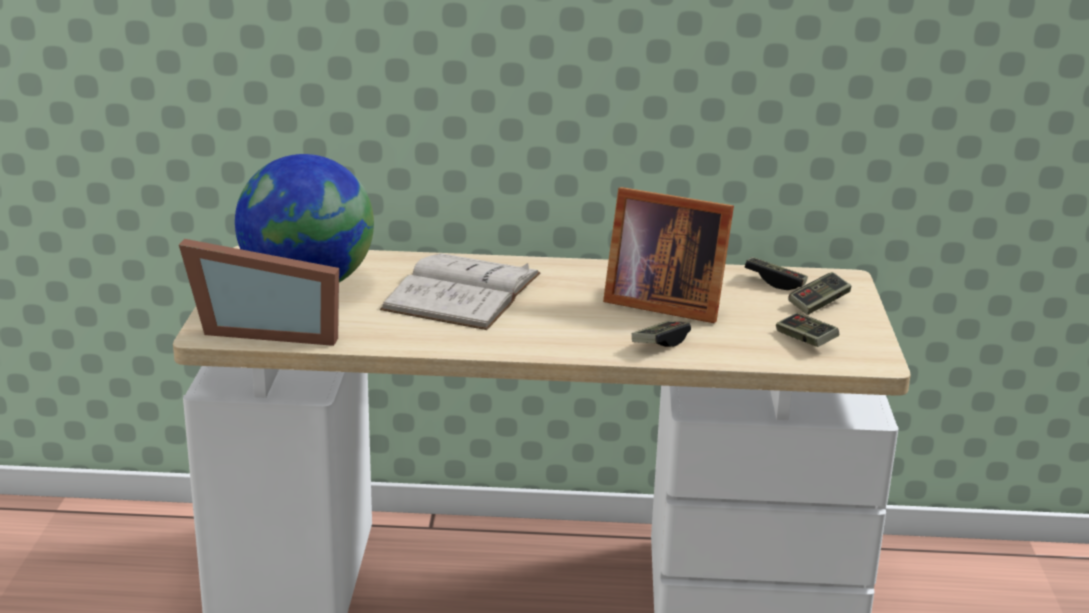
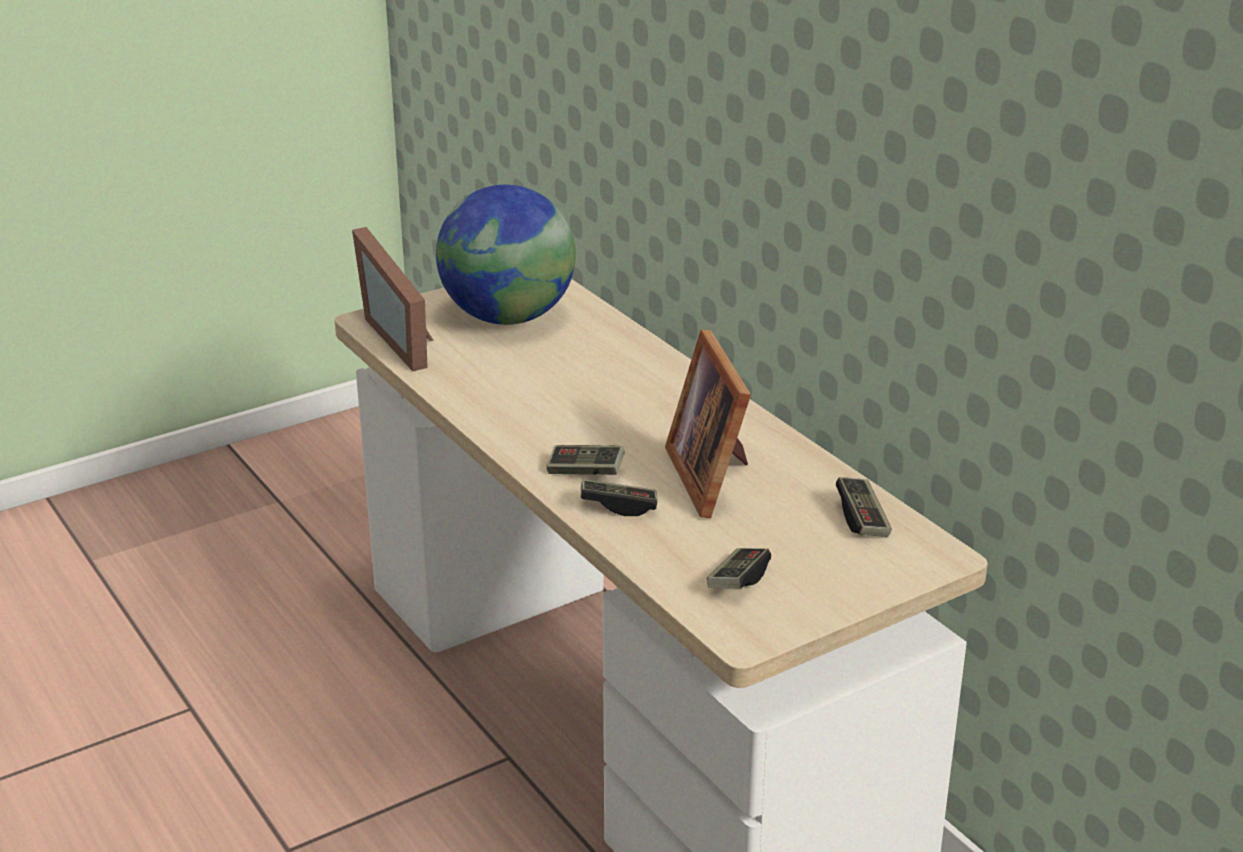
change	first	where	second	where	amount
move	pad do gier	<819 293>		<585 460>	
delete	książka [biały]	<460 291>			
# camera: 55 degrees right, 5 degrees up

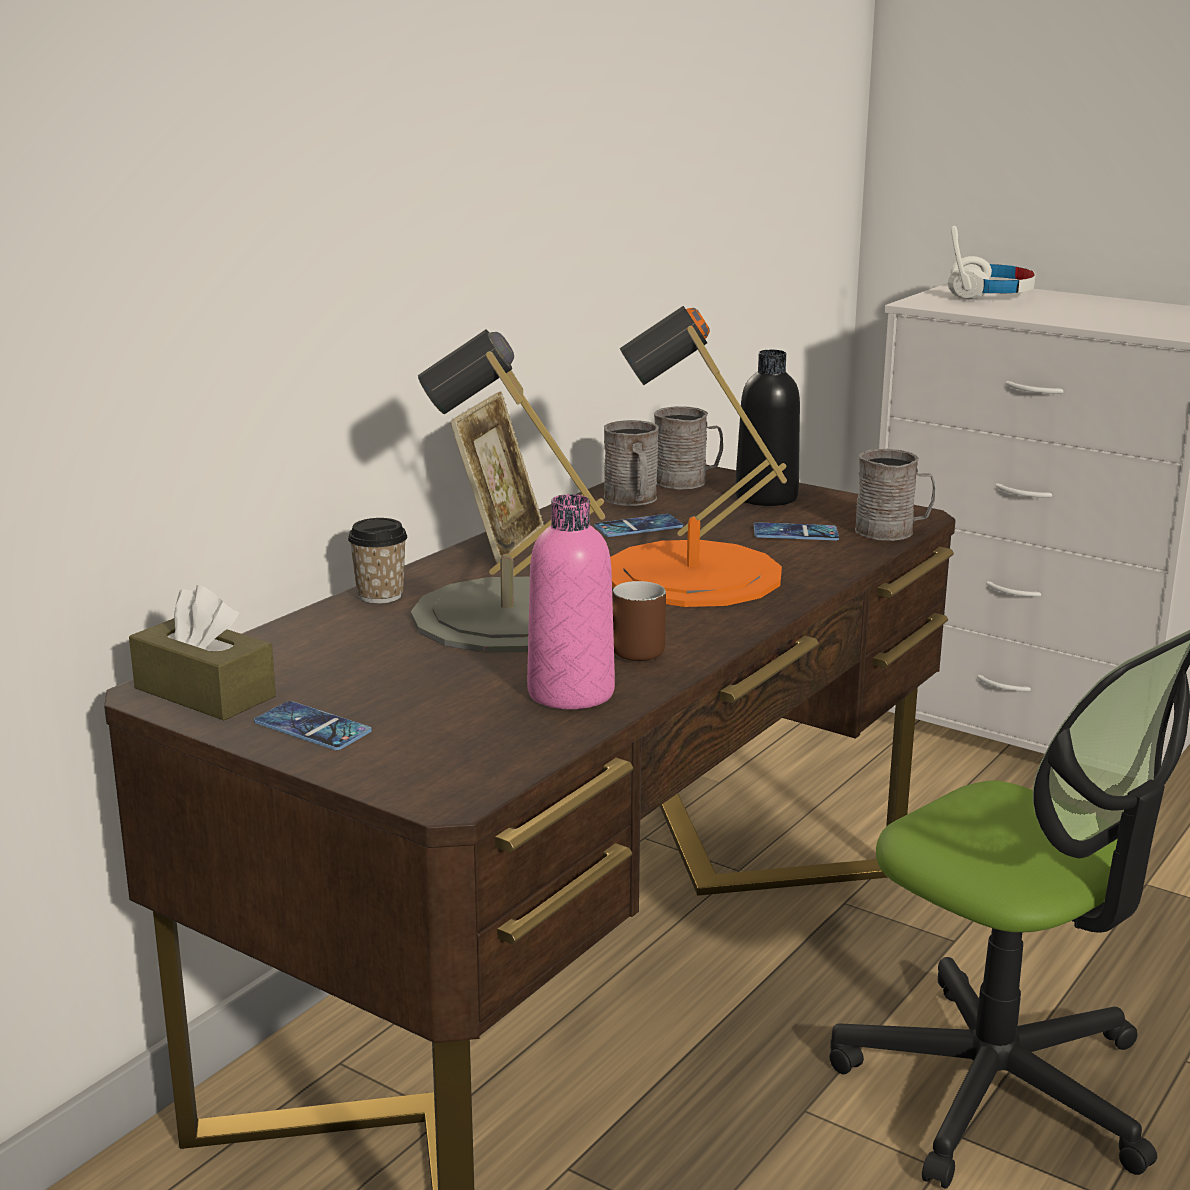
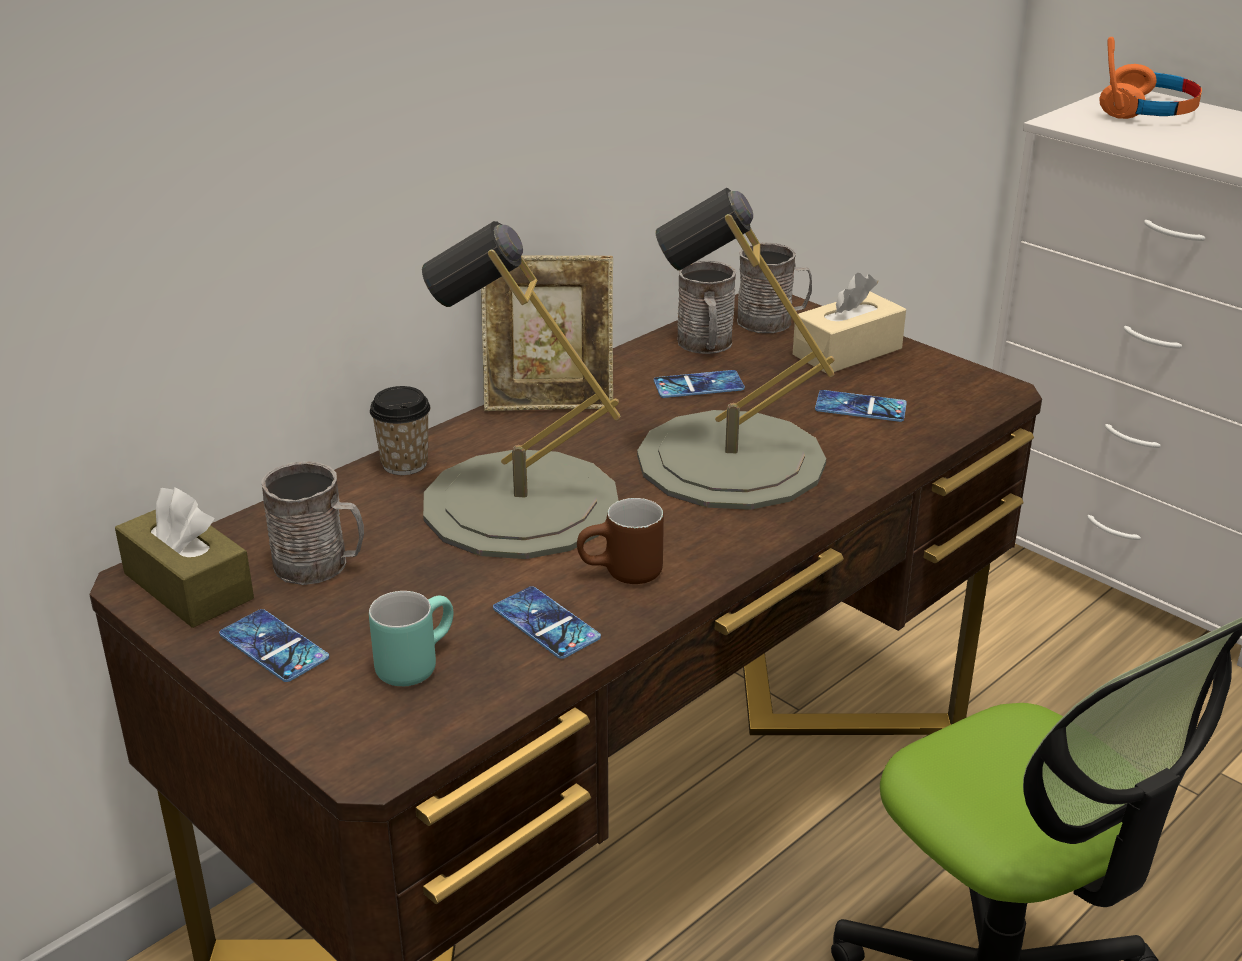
change	first	where	second	where	amount
move	kubek [szary]	<895 495>		<312 523>	
insert			kubek [turkusowy]	<411 638>	
rotate	ramka na zdjęcie	<497 477>		<547 333>	60 degrees clockwise
replace	butelka [różowy]	<571 601>	telefon	<547 622>	
recolor	lampa stołowa [pomarańczowy]	<698 456>	lampa stołowa [szary]	<736 349>	
replace	butelka [czarny]	<767 428>	pudełko chusteczek [beżowy]	<849 323>	
recolor	słuchawki [biały]	<992 262>	słuchawki [pomarańczowy]	<1150 78>	
# camera: 10 degrees right, 10 degrees up

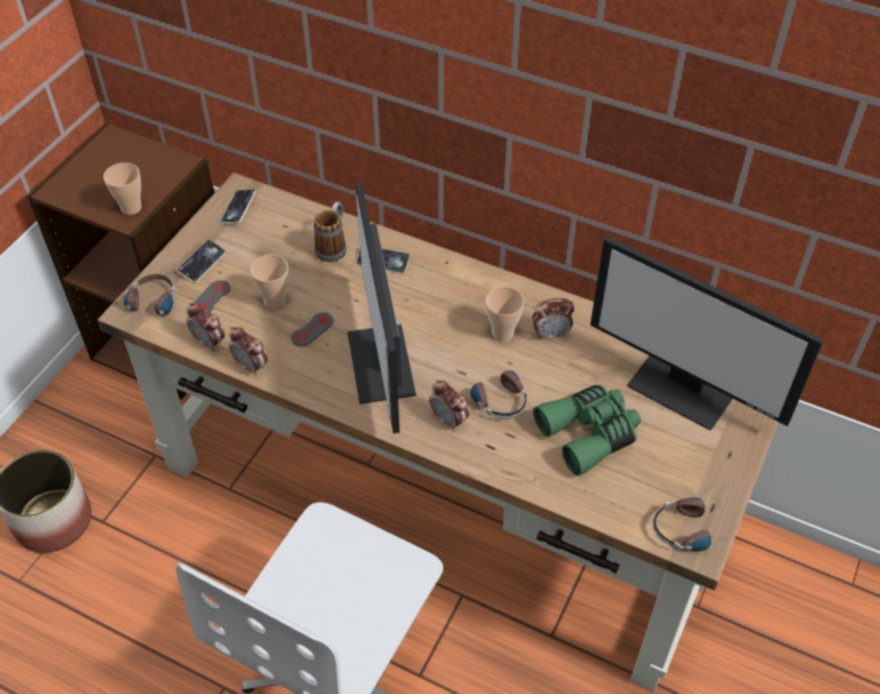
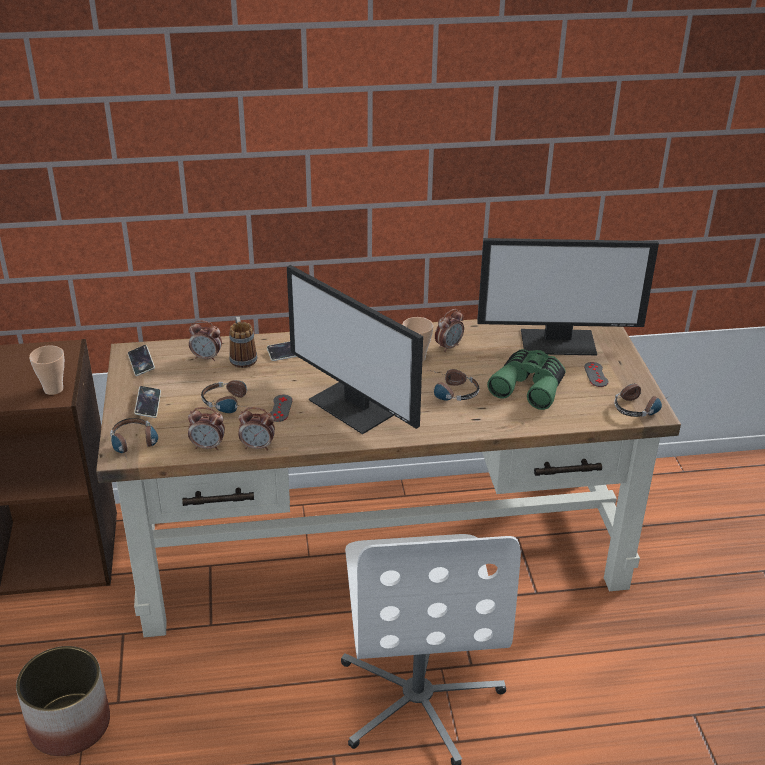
change	first	where	second	where	amount
move	budzik	<449 405>		<205 340>	
replace	filiżanka	<269 281>	słuchawki	<224 396>	
move	pad do gier [szary]	<212 296>		<596 374>	
# camera: 35 degrees left, 15 degrees down

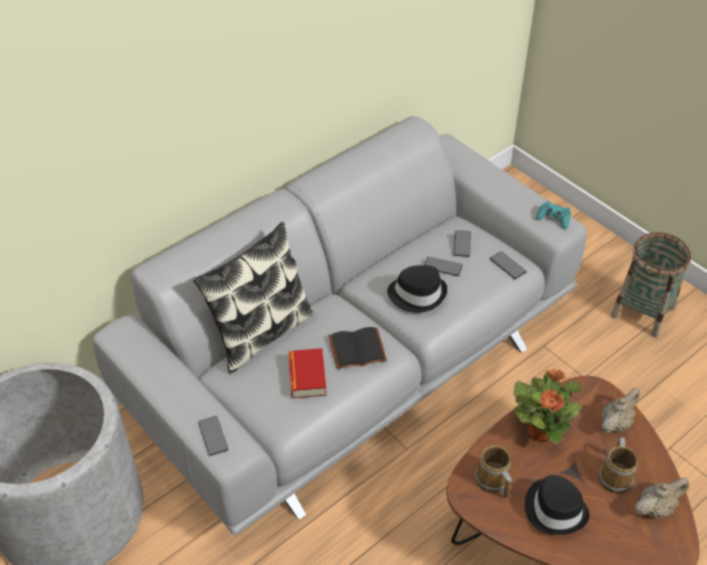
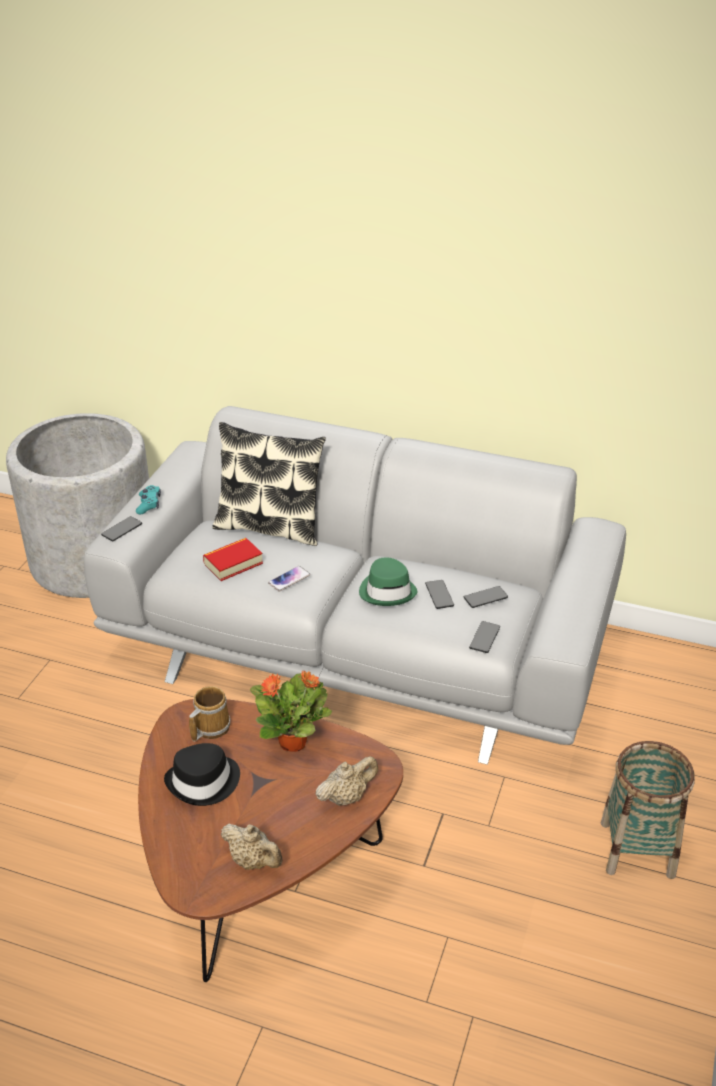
change	first	where	second	where	amount
move	pad do gier [turkusowy]	<553 215>		<148 499>	
replace	książka [czarny]	<358 348>	telefon	<289 579>	
rotate	imbryk [beżowy]	<620 410>		<347 781>	45 degrees counterclockwise
recolor	kapelusz [czarny]	<417 289>	kapelusz [zielony]	<388 581>	
delete	kubek	<618 465>			
# camera: 60 degrees right, 10 degrees down

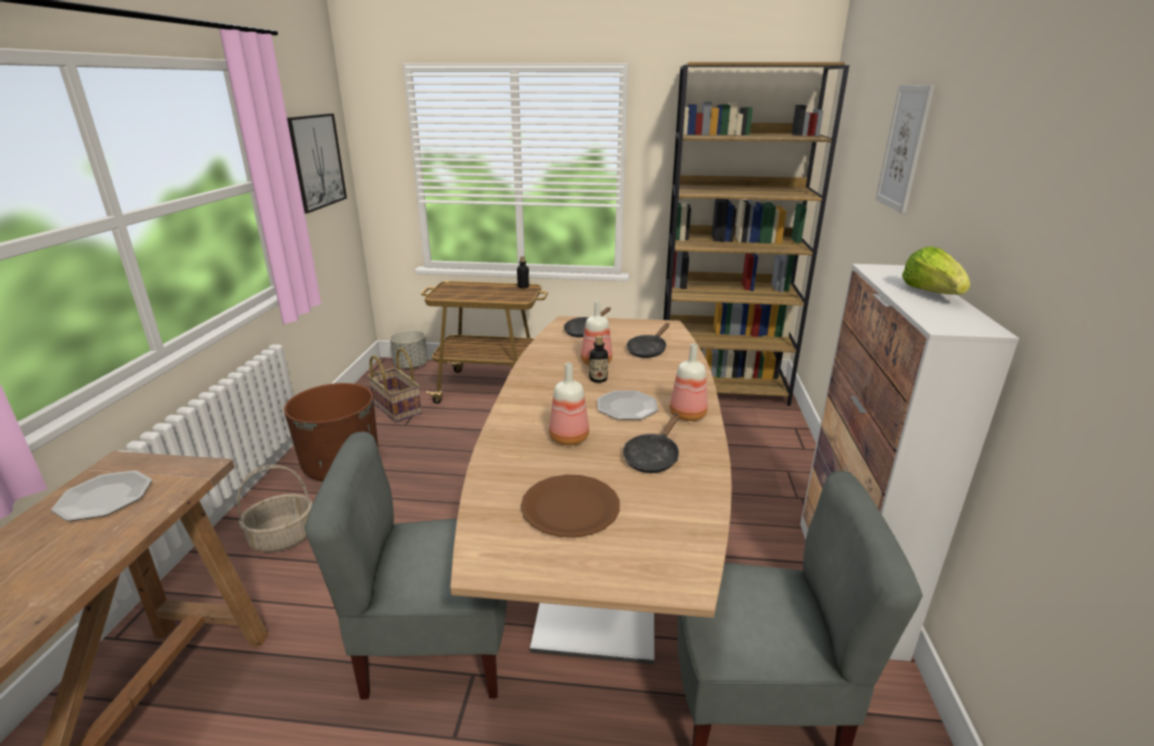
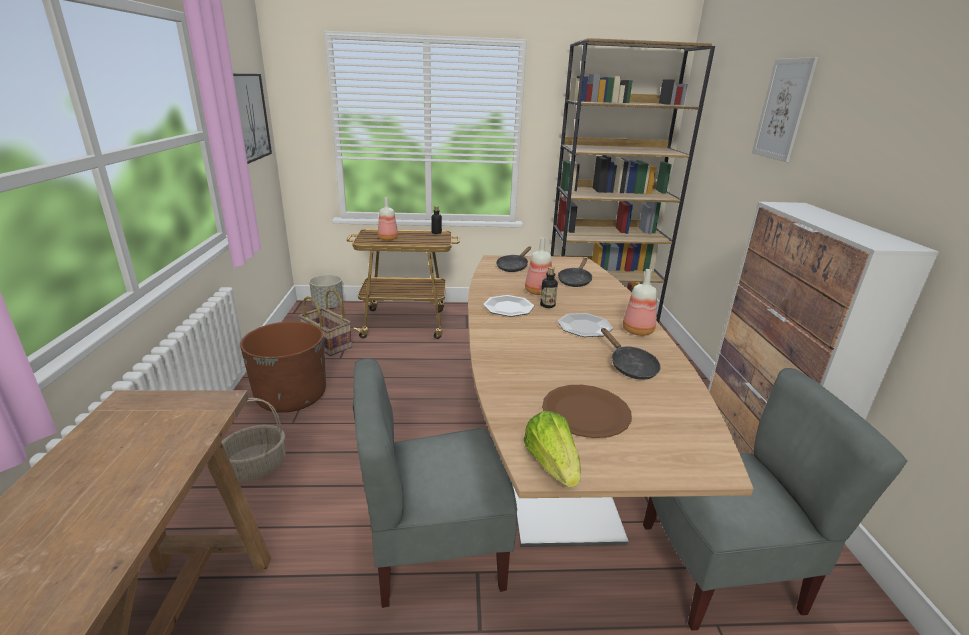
change	first	where	second	where	amount
move	butelka	<569 404>		<388 219>	
move	talerz	<101 496>		<508 306>	
move	sałata	<936 270>		<552 449>	
rotate	patelnia [czarny]	<651 443>		<631 354>	45 degrees counterclockwise
# camera: 10 degrees left, 0 degrees up

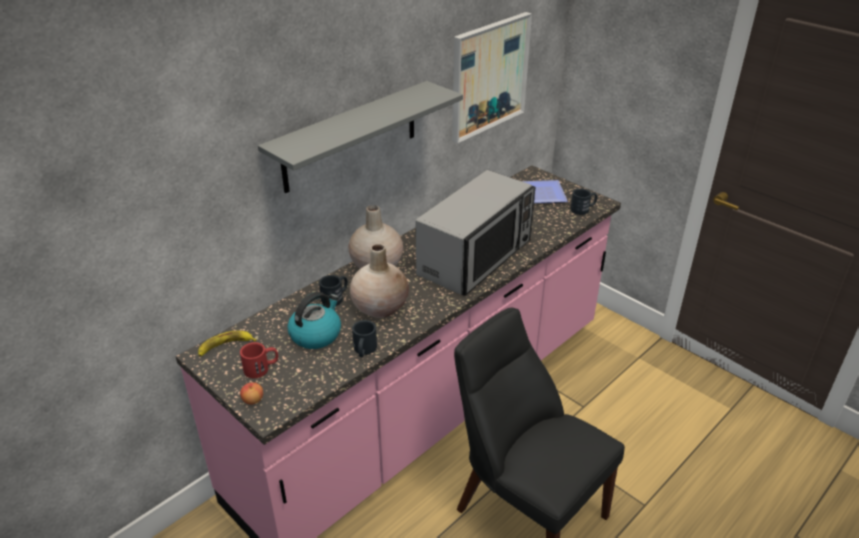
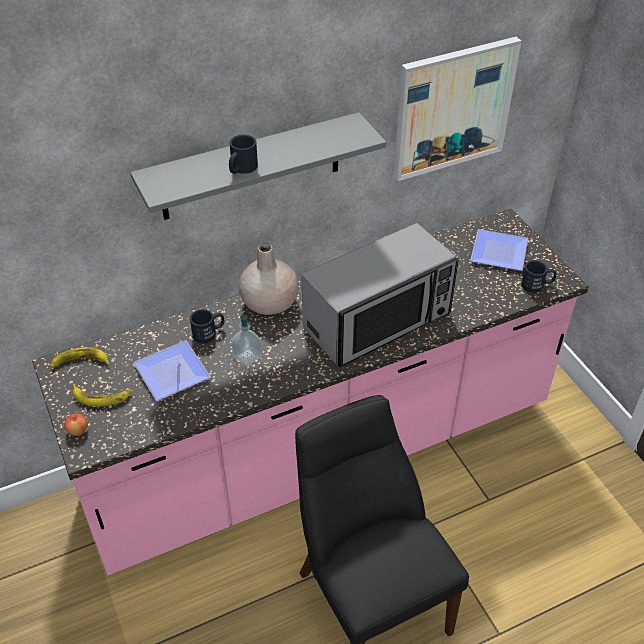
change	first	where	second	where	amount
replace	kubek [czerwony]	<259 360>	banan	<102 395>	
replace	czajnik	<314 320>	talerz	<172 370>	
move	kubek [czarny]	<364 338>		<243 154>	
replace	wazon [beżowy]	<379 281>	dozownik mydła	<246 340>	
# camera: 20 degrees right, 10 degrees up

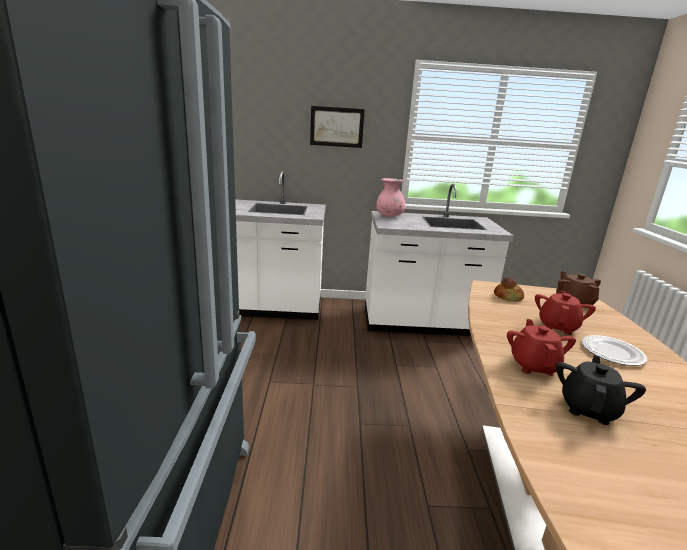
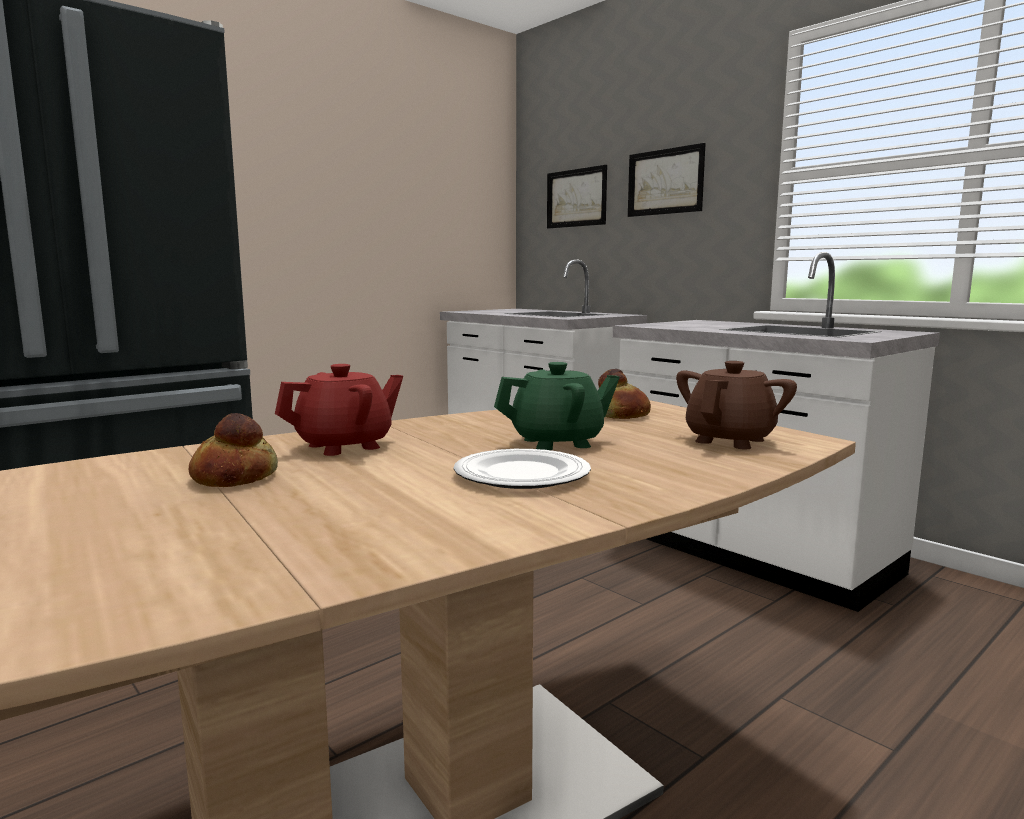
change	first	where	second	where	amount
replace	imbryk [czarny]	<601 390>	chleb	<233 450>	
recolor	imbryk [czerwony]	<565 313>	imbryk [zielony]	<557 406>	
insert			obraz	<577 197>	
delete	wazon [różowy]	<391 197>			
# camera: 50 degrees right, 10 degrees down

